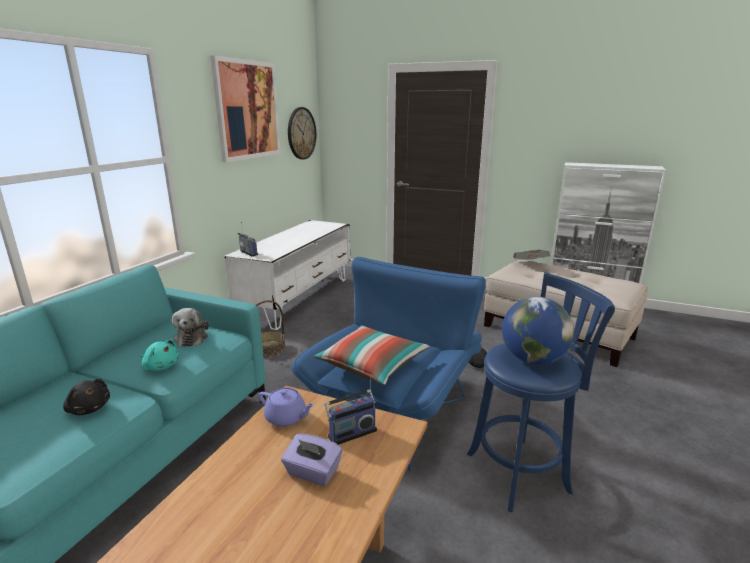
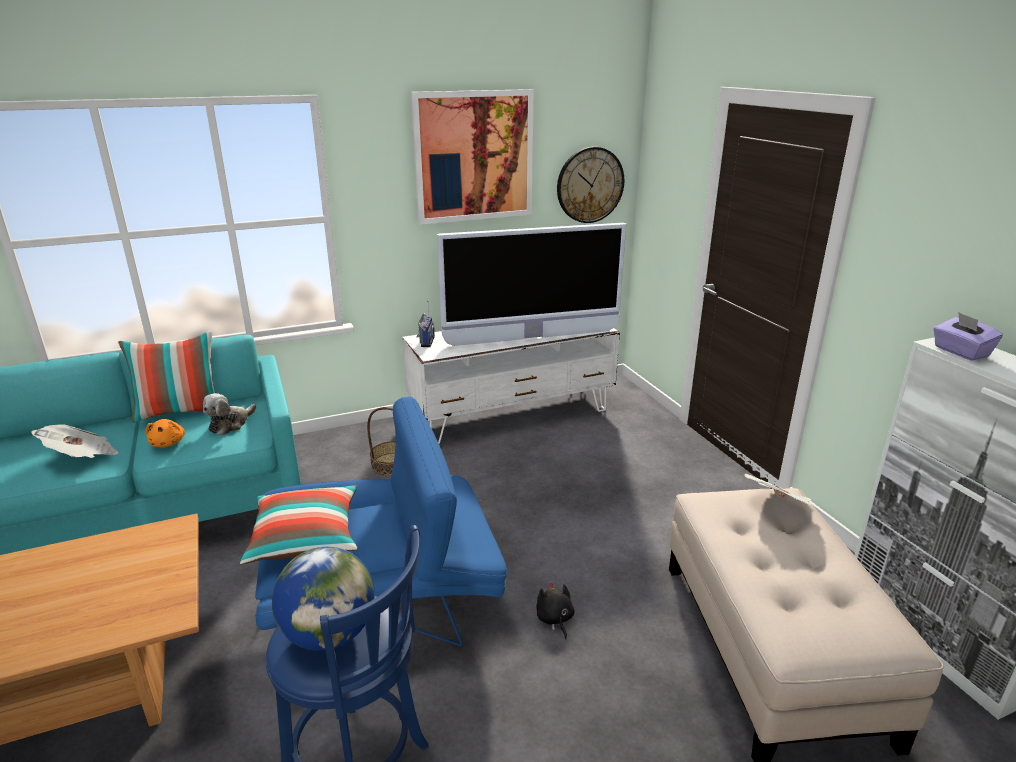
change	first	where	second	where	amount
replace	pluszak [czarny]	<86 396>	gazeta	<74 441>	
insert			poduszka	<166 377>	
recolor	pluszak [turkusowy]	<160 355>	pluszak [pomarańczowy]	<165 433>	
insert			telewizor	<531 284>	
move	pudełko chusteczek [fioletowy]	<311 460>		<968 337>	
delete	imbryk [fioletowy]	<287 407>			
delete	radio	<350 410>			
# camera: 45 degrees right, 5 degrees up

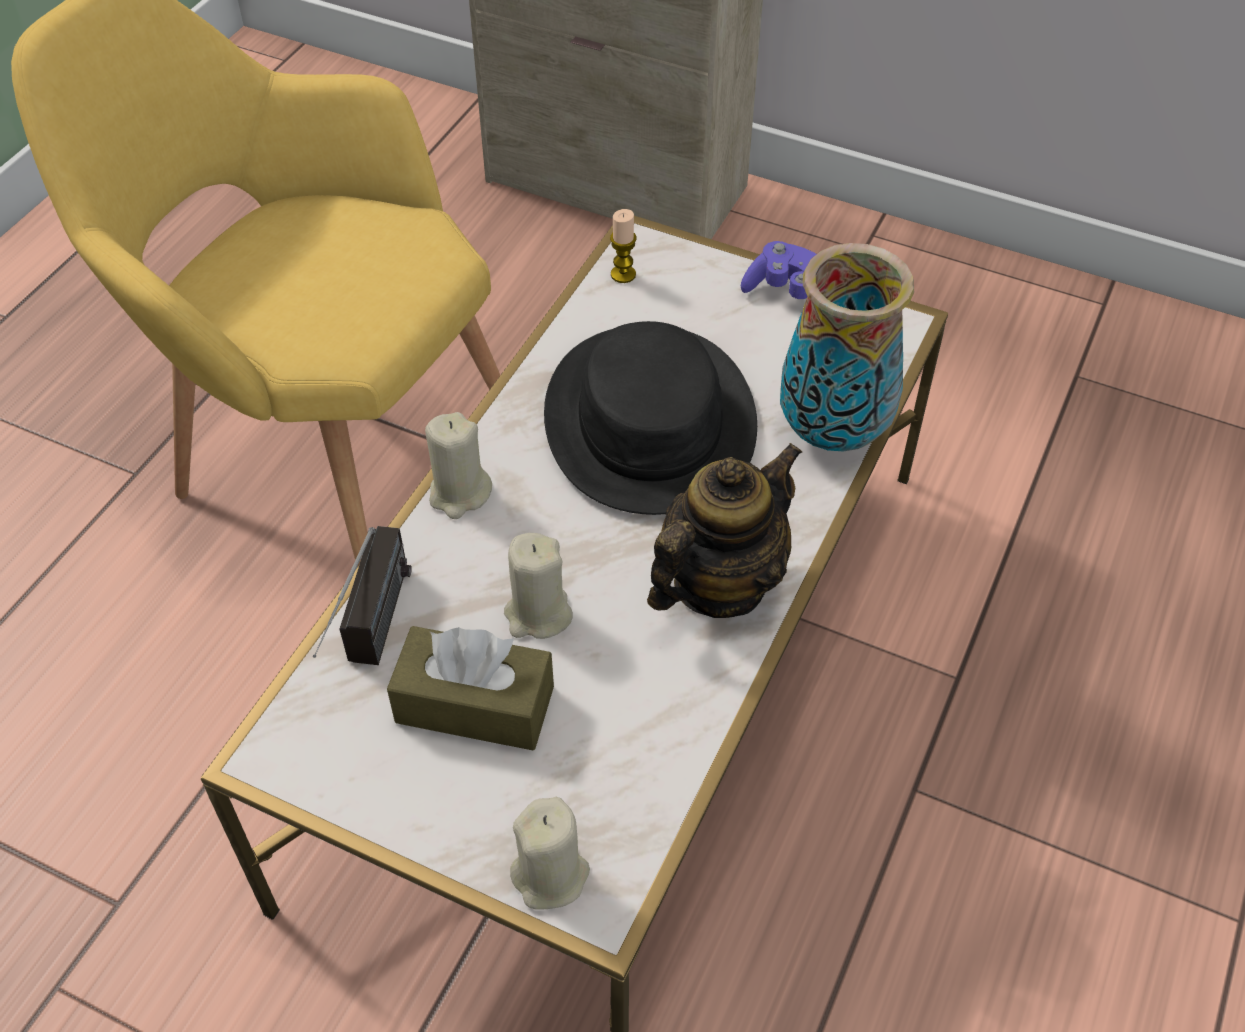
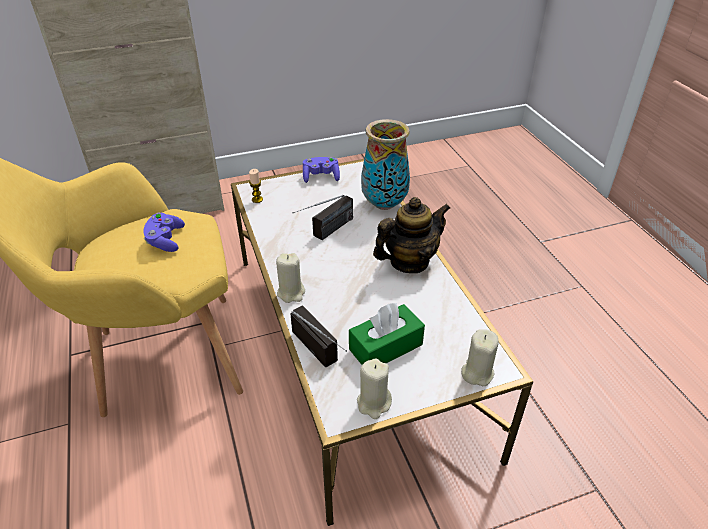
change	first	where	second	where	amount
insert			pad do gier [fioletowy]	<164 232>	
replace	kapelusz [czarny]	<650 418>	radio	<323 217>	
recolor	pudełko chusteczek [brązowy]	<470 688>	pudełko chusteczek [zielony]	<387 333>	
move	świeca [beżowy]	<538 586>		<374 388>	
rotate	imbryk	<724 530>		<411 235>	60 degrees clockwise
# camera: 45 degrees left, 10 degrees down

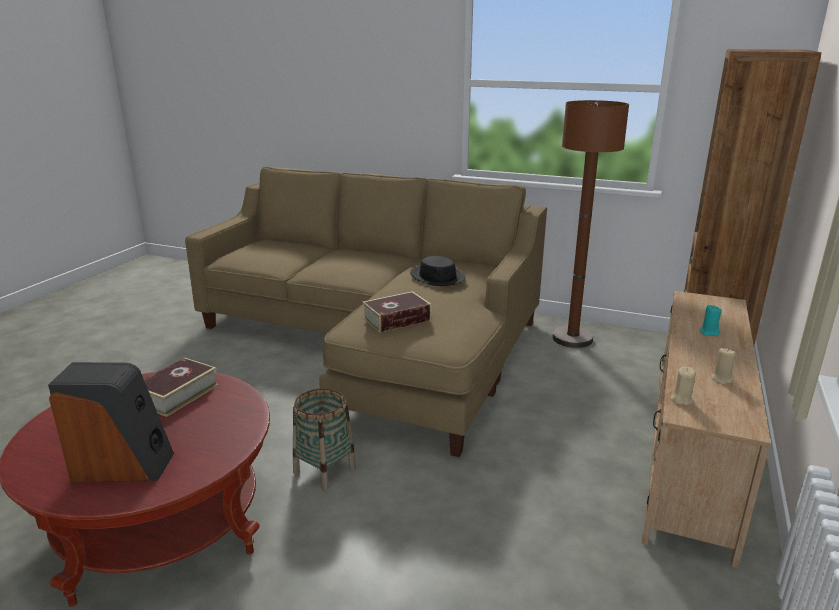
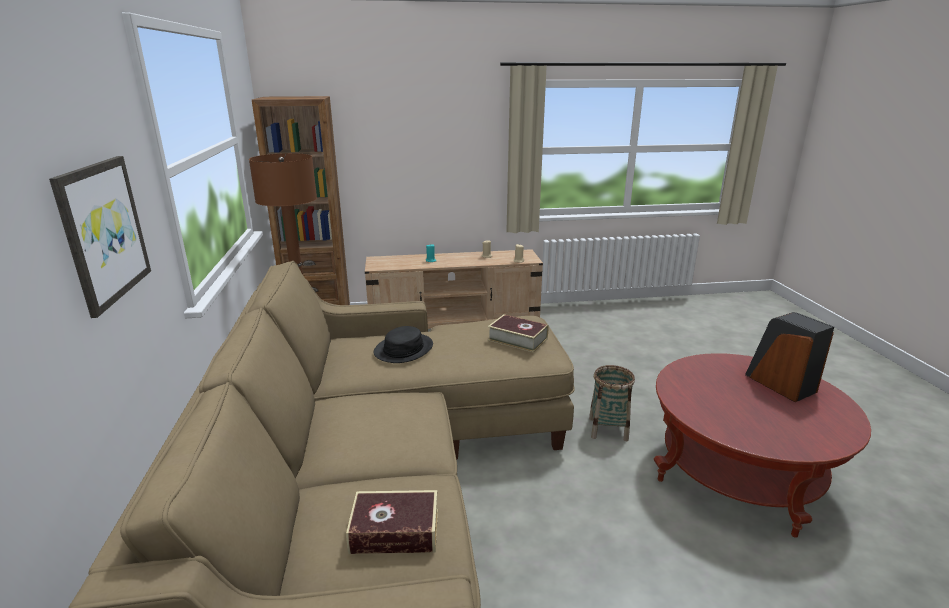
change	first	where	second	where	amount
insert			obraz	<100 237>	
move	książka	<181 387>		<392 522>	
# camera: 120 degrees left, 0 degrees up

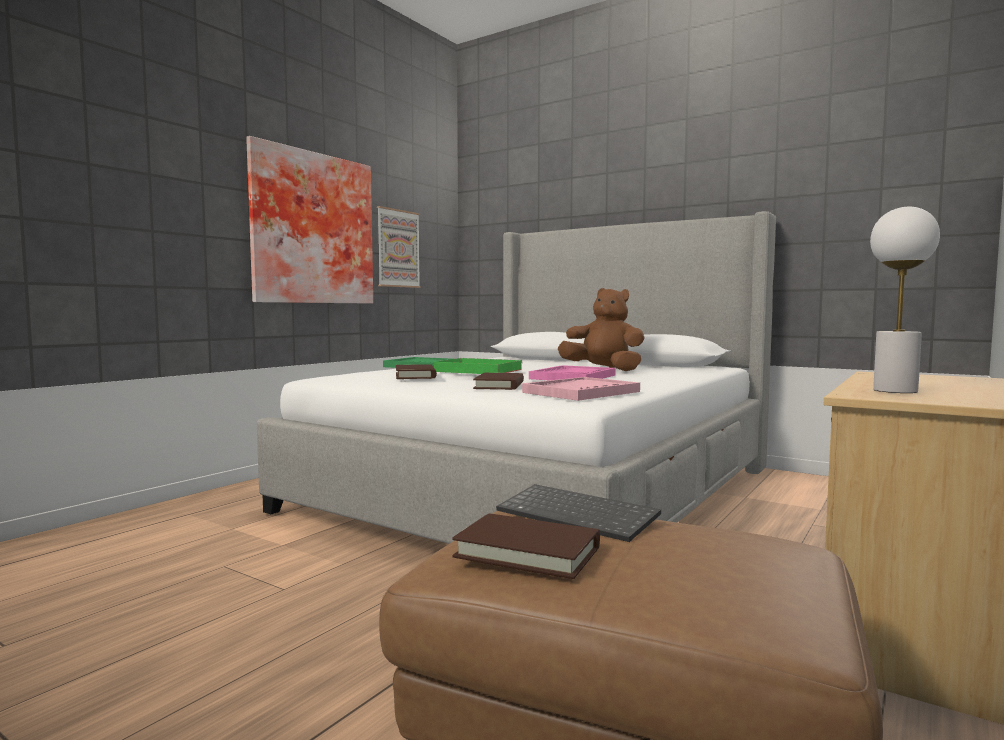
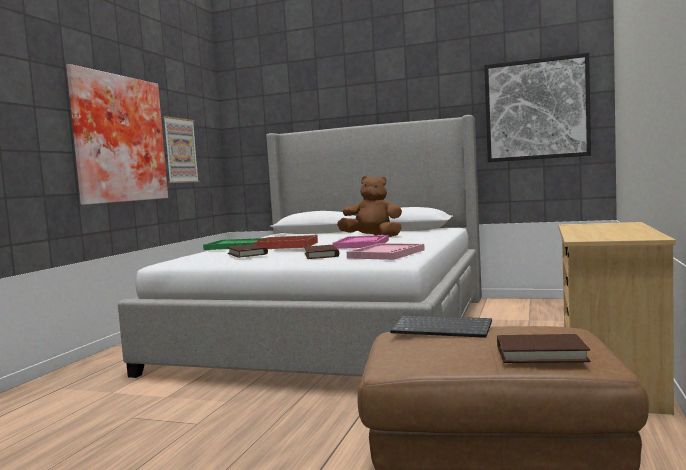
change	first	where	second	where	amount
recolor	taca [zielony]	<478 366>	taca [czerwony]	<286 242>	
insert			obraz	<537 107>	
move	książka [brązowy]	<526 546>		<543 348>	
delete	lampa stołowa [biały]	<905 300>			
# camera: 15 degrees left, 0 degrees up

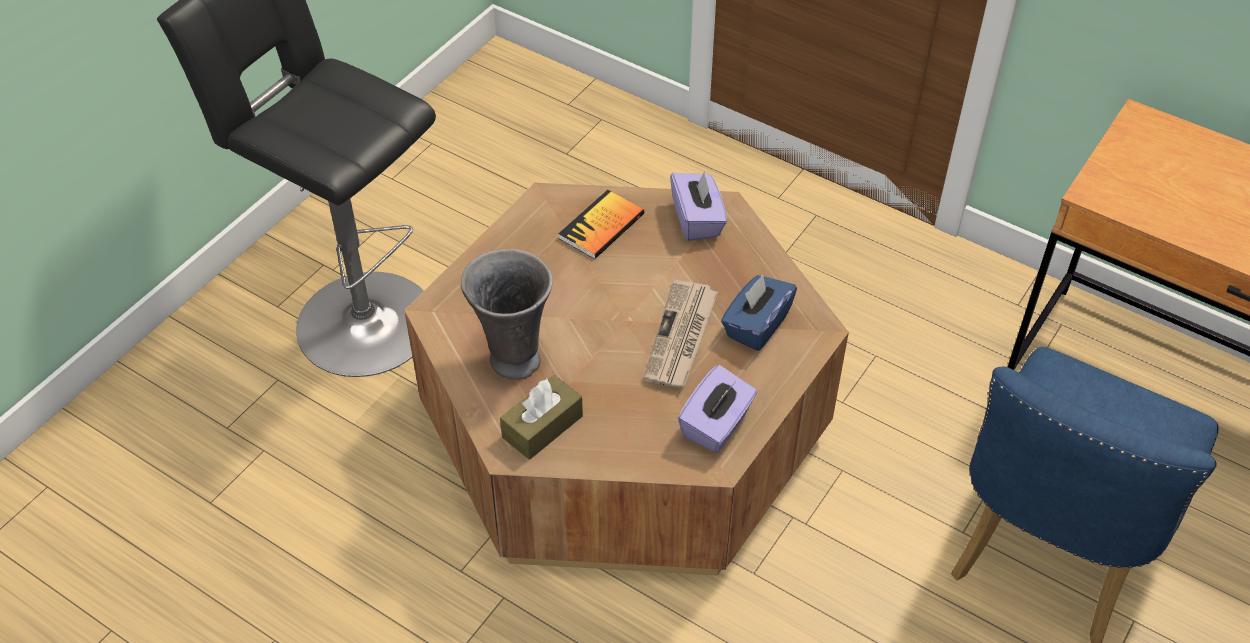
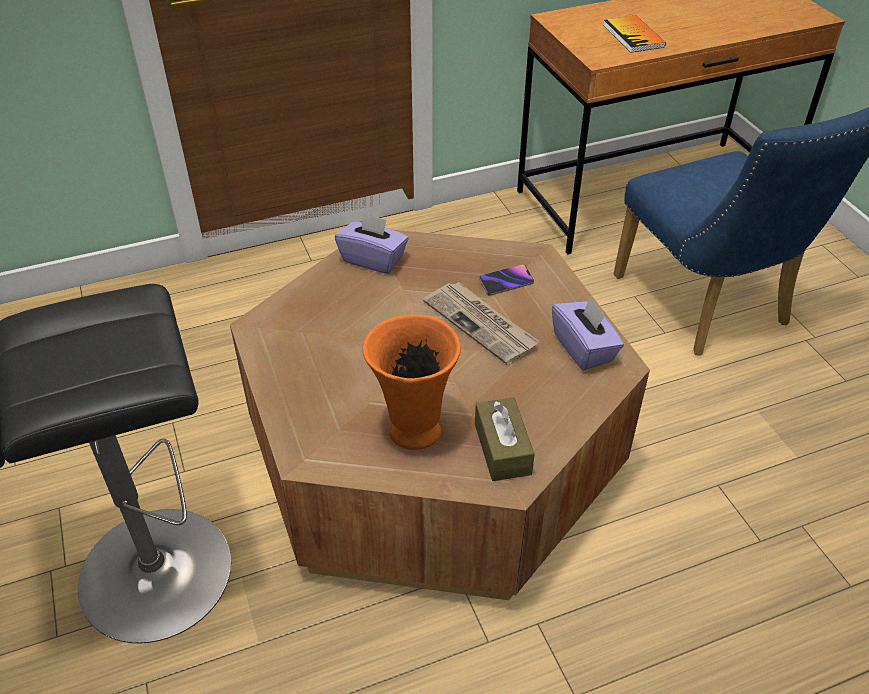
change	first	where	second	where	amount
recolor	wazon [szary]	<507 314>	wazon [pomarańczowy]	<411 382>	
replace	pudełko chusteczek [niebieski]	<759 313>	telefon	<506 280>	
move	książka	<601 224>		<634 34>	
# camera: 55 degrees left, 5 degrees down

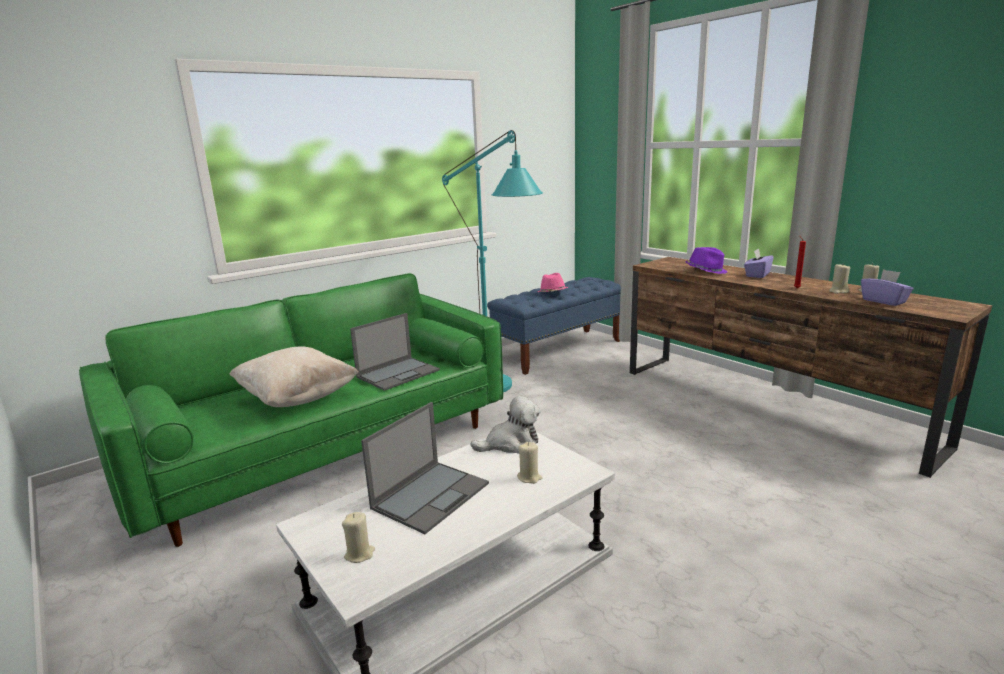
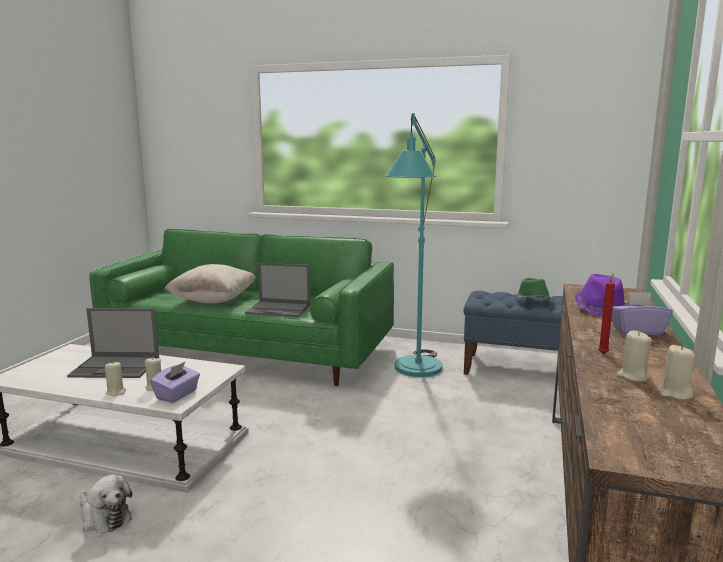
change	first	where	second	where	amount
move	pluszak	<505 425>		<106 503>	
move	świeca [beżowy]	<358 537>		<115 378>	
move	pudełko chusteczek [fioletowy]	<887 287>		<175 382>	
recolor	kapelusz [różowy]	<552 282>	kapelusz [zielony]	<534 288>	
# camera: 55 degrees right, 5 degrees down

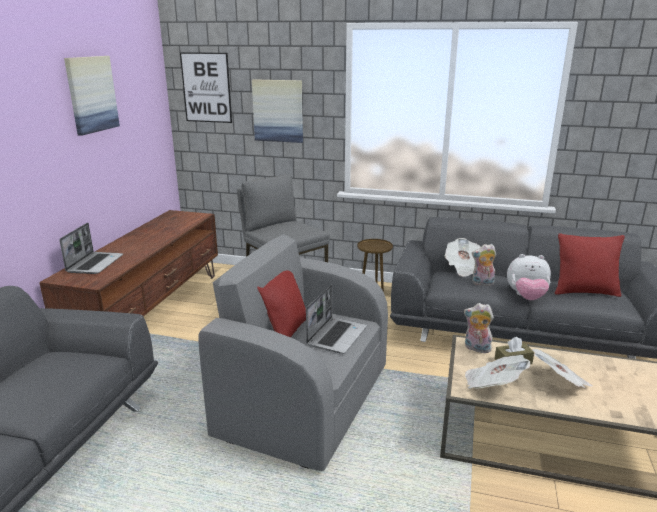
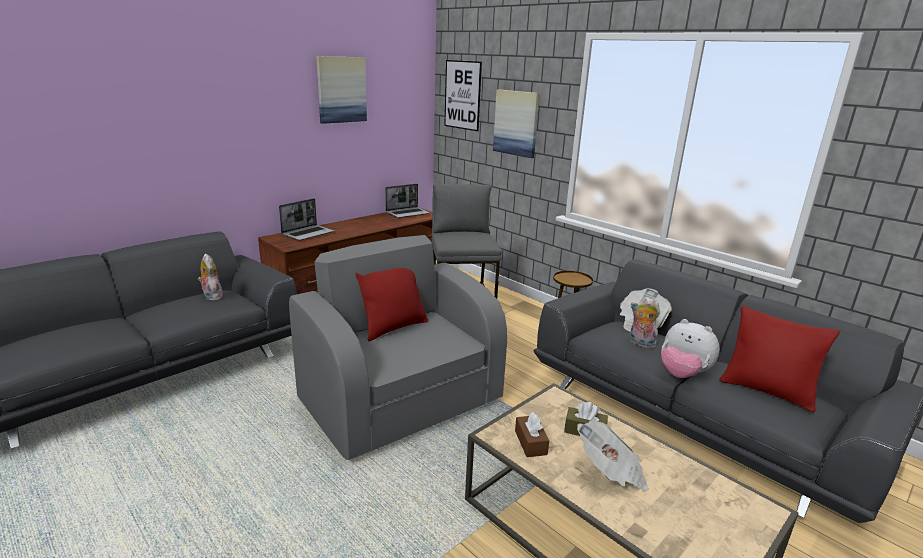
change	first	where	second	where	amount
move	pluszak	<479 328>		<210 277>	
move	laptop	<336 319>		<407 201>	
replace	gazeta	<497 372>	pudełko chusteczek [brązowy]	<532 434>	
# camera: 30 degrees right, 0 degrees up

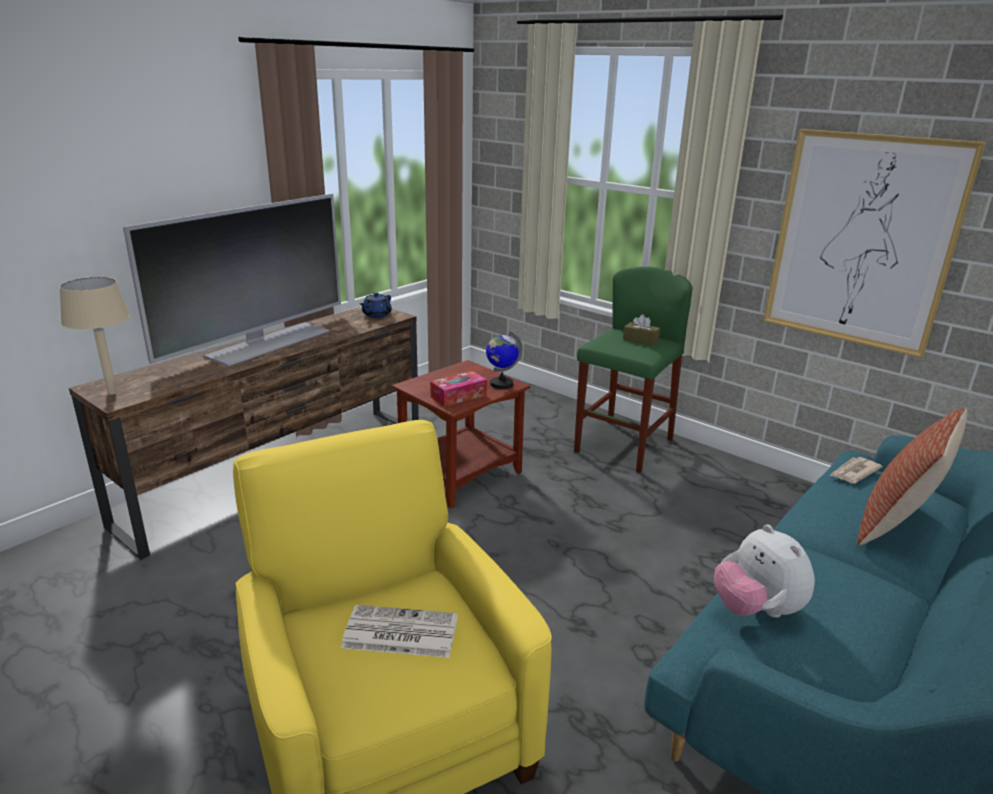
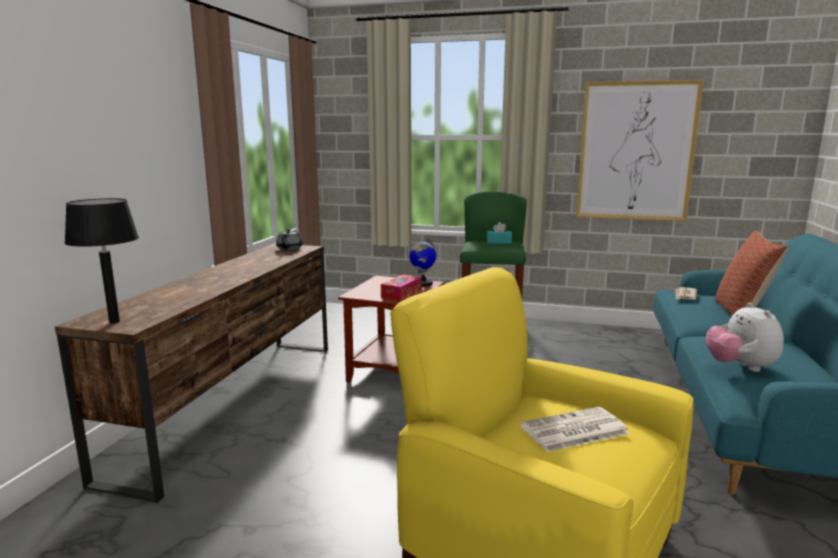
change	first	where	second	where	amount
recolor	lampa stołowa [beżowy]	<94 336>	lampa stołowa [czarny]	<101 260>	
recolor	imbryk [niebieski]	<376 305>	imbryk [szary]	<289 239>	
recolor	pudełko chusteczek [brązowy]	<641 330>	pudełko chusteczek [turkusowy]	<499 233>	
rotate	pluszak	<764 571>		<745 337>	45 degrees clockwise
delete	telewizor	<232 280>			
# camera: 25 degrees left, 10 degrees down

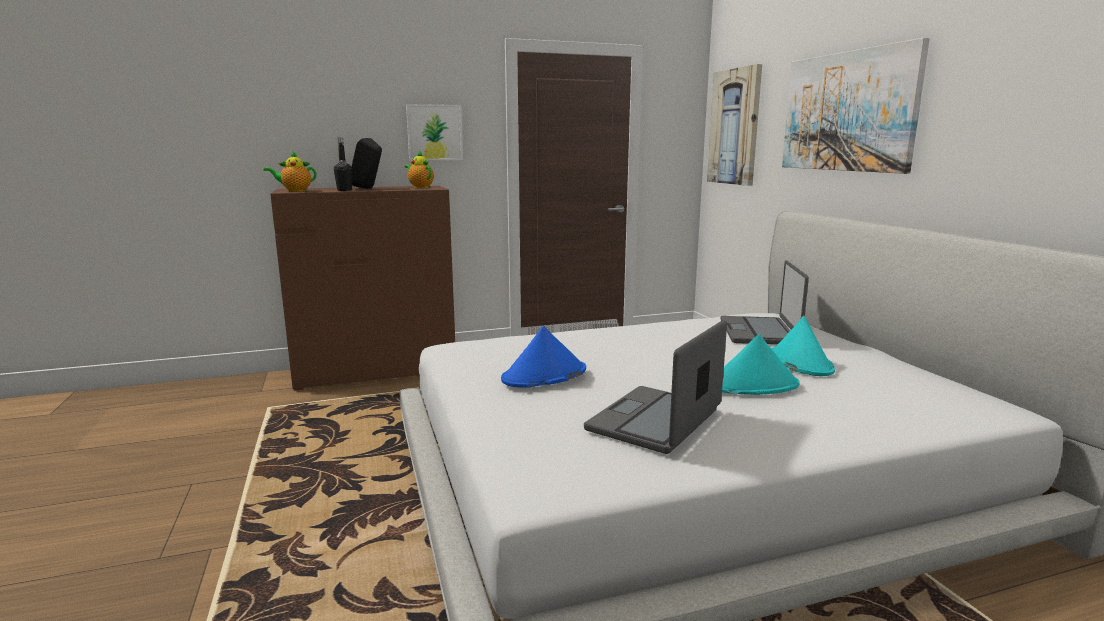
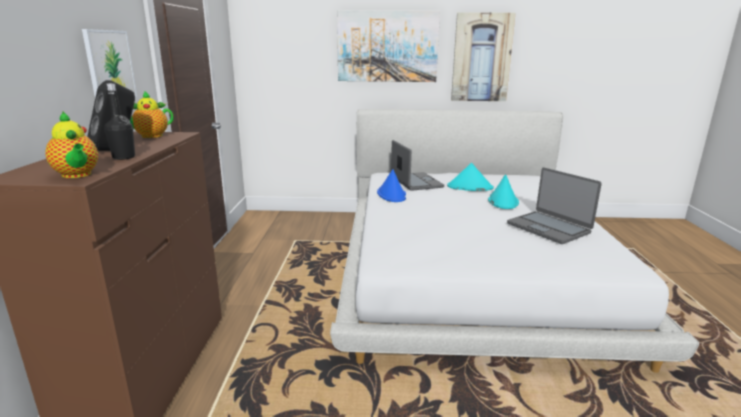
change	first	where	second	where	amount
rotate	imbryk	<290 171>		<71 145>	45 degrees counterclockwise
move	kapelusz [niebieski]	<543 357>		<391 185>	
rotate	laptop	<765 302>		<417 165>	135 degrees counterclockwise
move	obraz	<734 125>		<483 56>	
# camera: 70 degrees left, 5 degrees up

